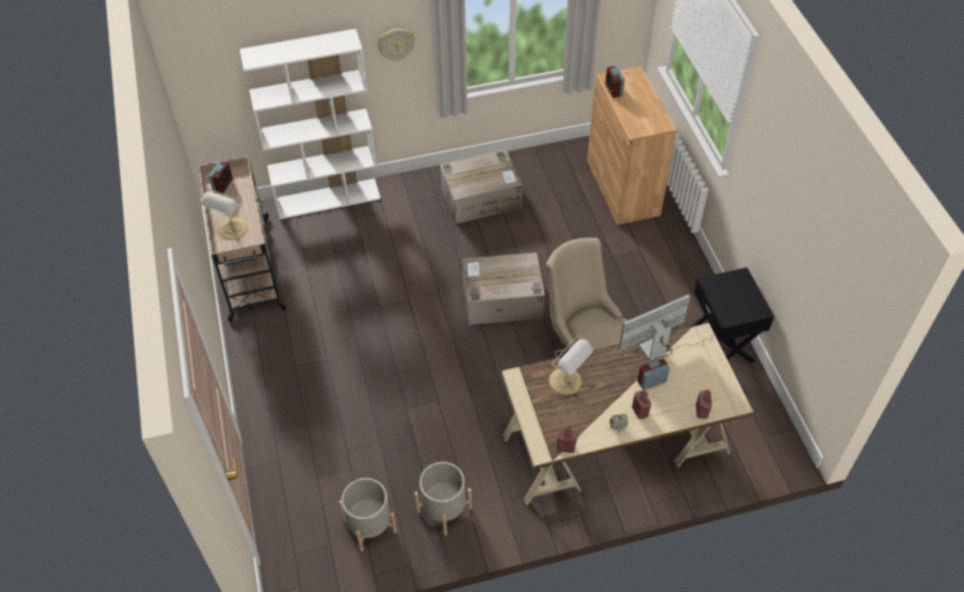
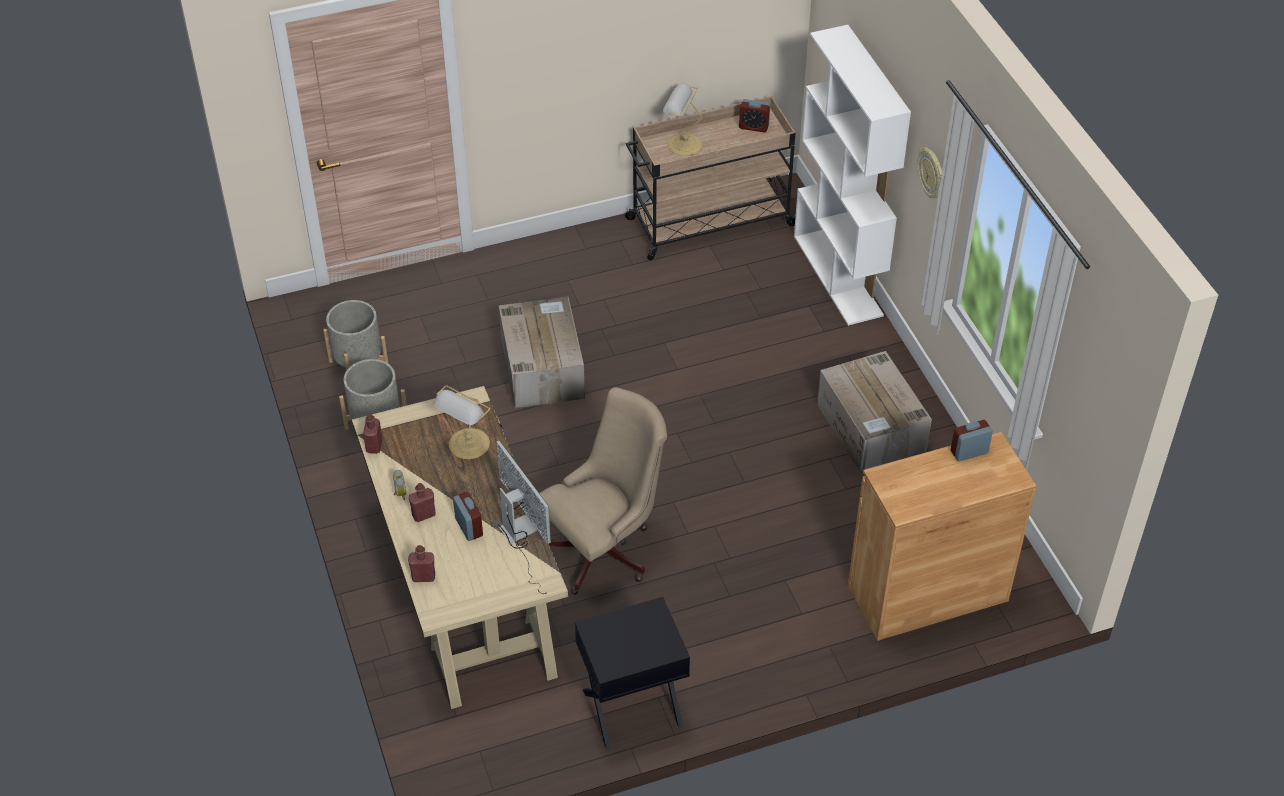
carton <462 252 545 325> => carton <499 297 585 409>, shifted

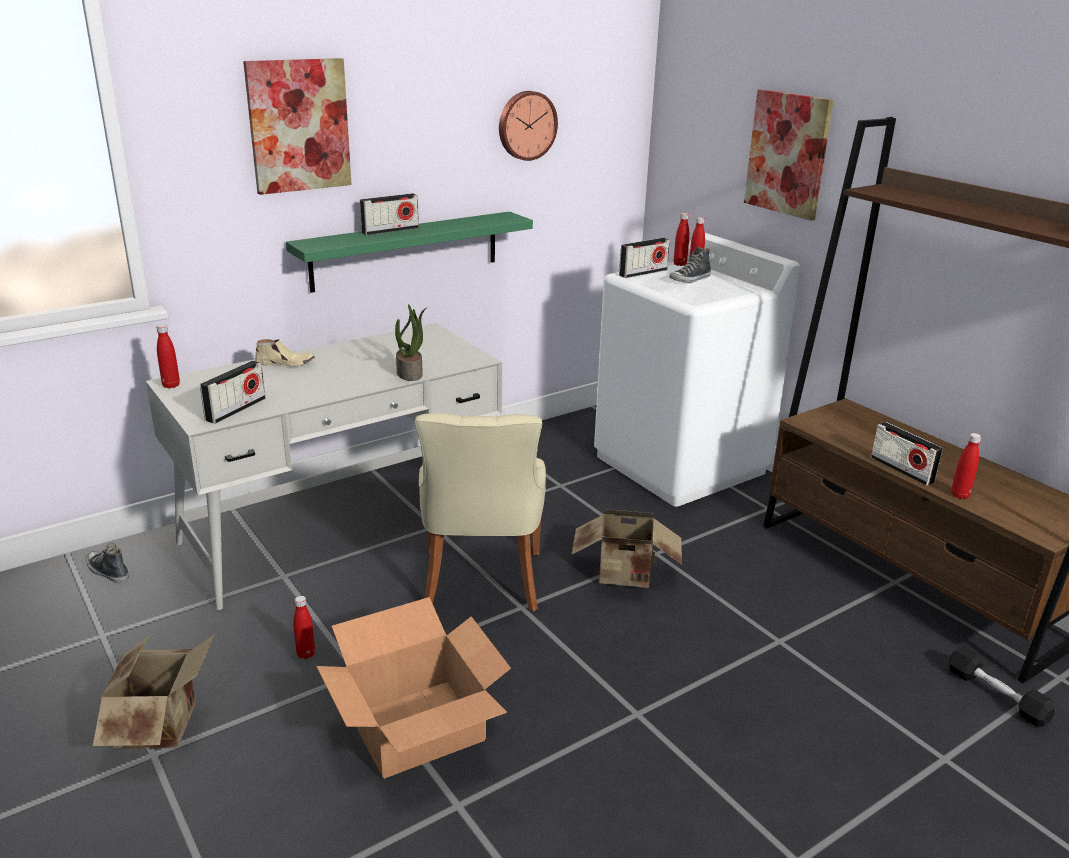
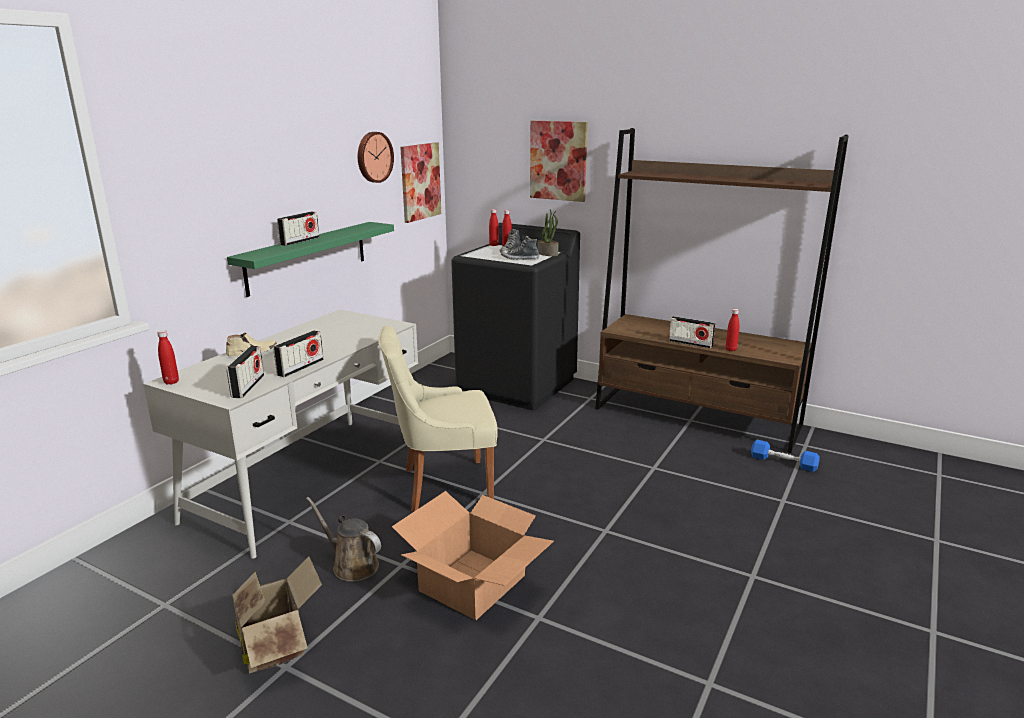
carton <572 509 682 588> => nothing
chaussure <86 543 129 583> => chaussure <501 236 539 260>, shifted
tableau <243 58 352 195> => tableau <400 142 441 223>, shifted
plante en pot <395 304 427 381> => plante en pot <538 209 559 256>, shifted
radio <619 238 670 278> => radio <273 331 324 377>, shifted
bouteille (rouge) <293 596 315 659> => arrosoir (marron) <306 497 381 582>
lave-linge (blanc) <594 233 800 507> => lave-linge (noir) <451 223 580 410>
haltère (noir) <949 646 1055 727> => haltère (bleu) <751 440 820 472>
chaise (beige) <415 413 546 612> => chaise (beige) <378 326 498 512>, 105 degrees clockwise

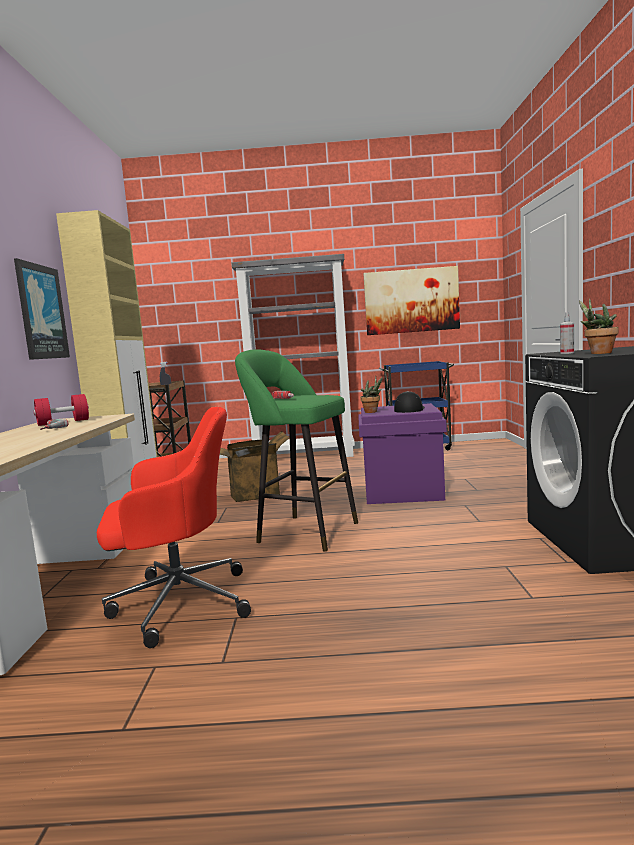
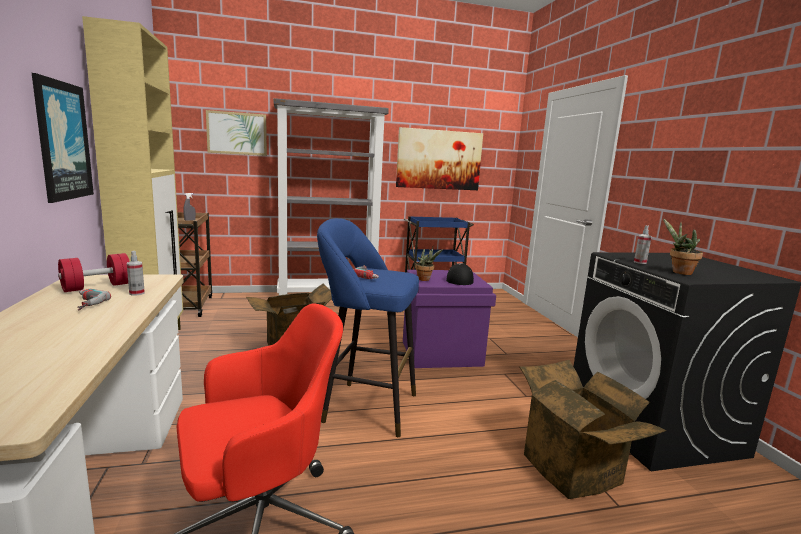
nothing => vaporisateur <127 251 145 295>
nothing => tableau <206 110 267 156>
nothing => carton <519 360 666 499>
tabouret (vert) <235 349 358 552> => tabouret (bleu) <317 218 419 437>

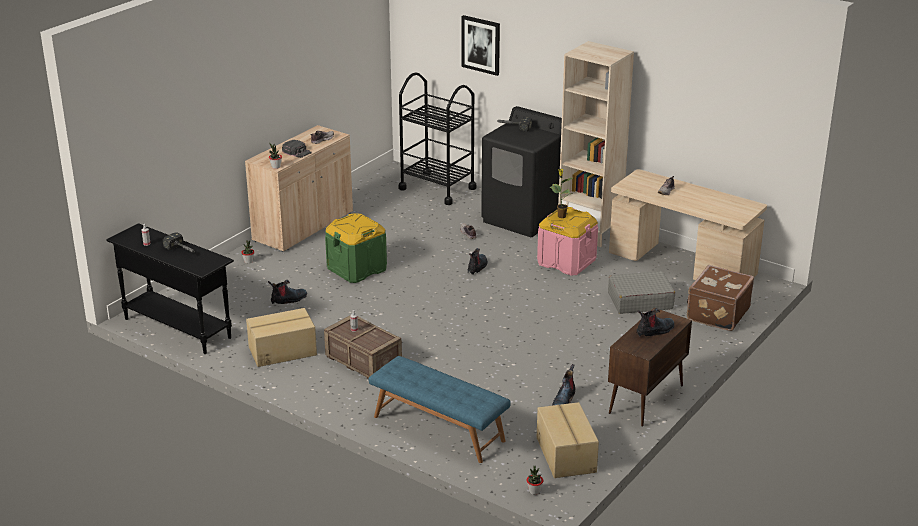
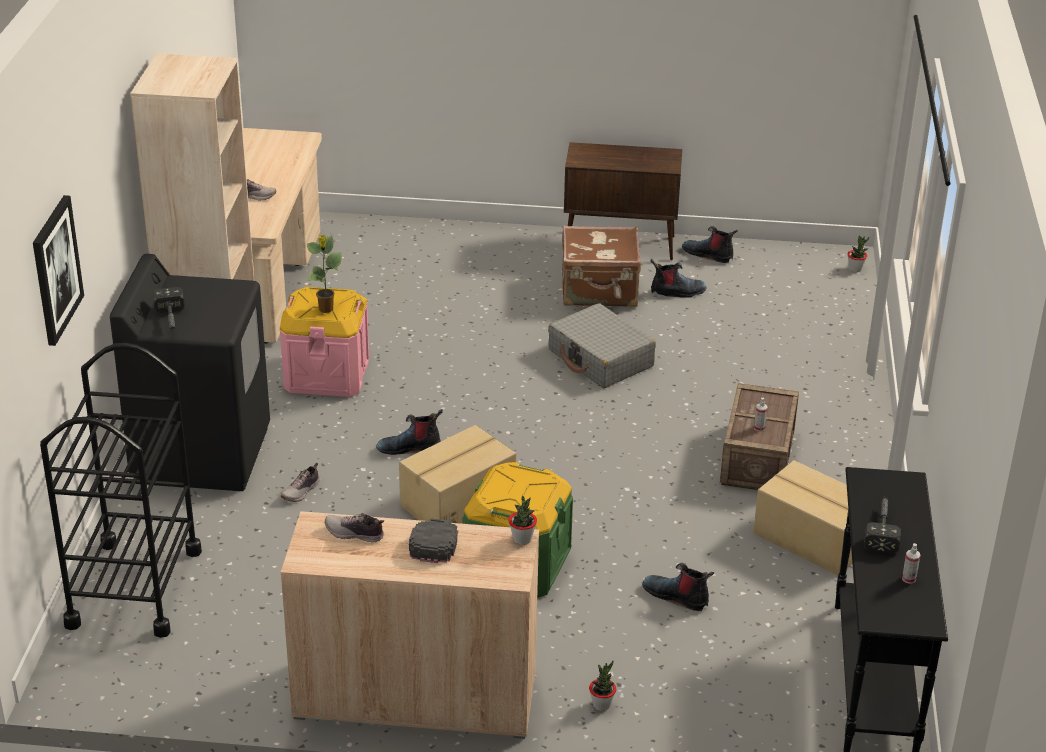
banc (bleu) <368 356 511 463> => nothing
carton <537 402 599 478> => carton <399 425 516 524>, shifted
valise (gris) <608 271 675 314> => valise (gris) <548 303 656 388>, shifted
botte <637 308 675 336> => botte <682 226 738 263>, shifted
valise (marron) <687 265 754 331> => valise (marron) <562 226 641 307>, shifted

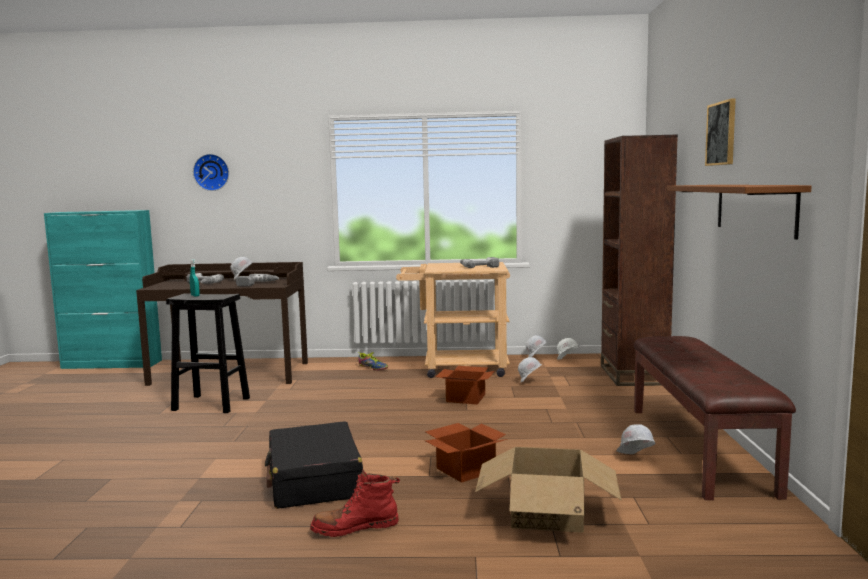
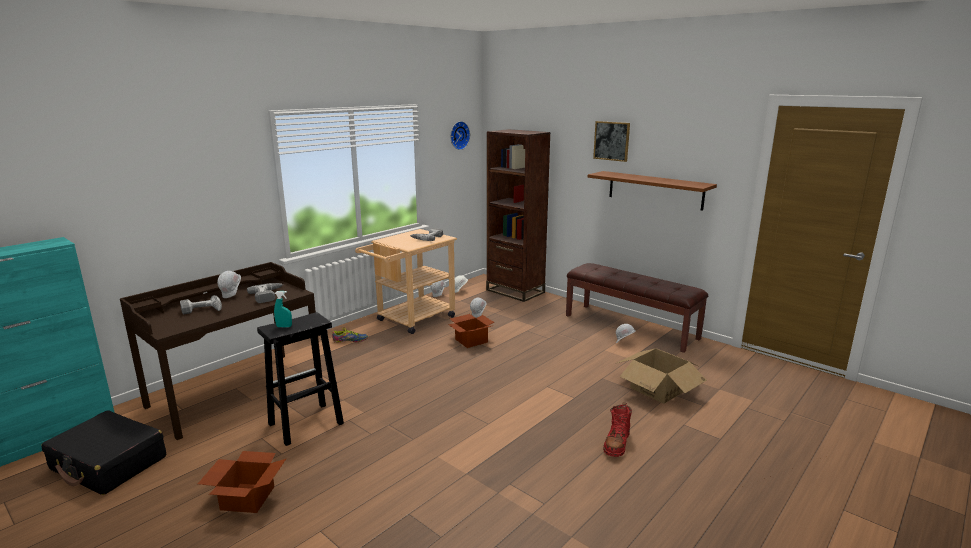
horloge murale <193 154 229 191> => horloge murale <450 121 470 150>, shifted
valise (noir) <265 421 363 509> => valise (noir) <41 410 166 495>, shifted
carton <426 423 507 483> => carton <198 451 287 513>, shifted

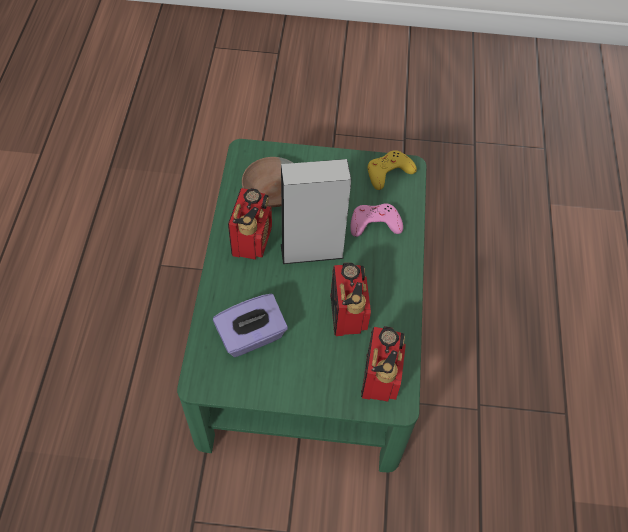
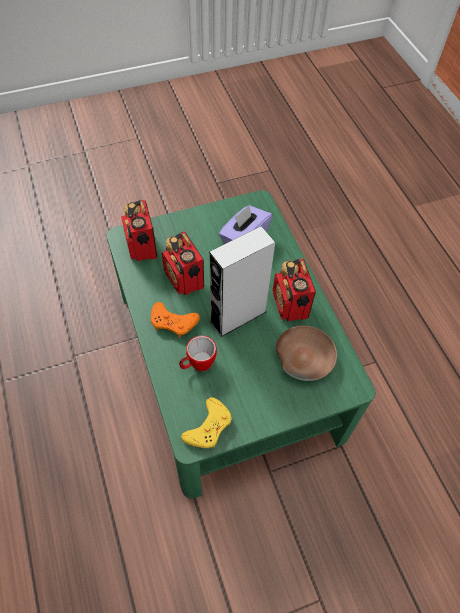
nothing => manette (orange) <151 302 200 338>
manette (rose) <350 204 403 237> => mug <179 336 217 371>

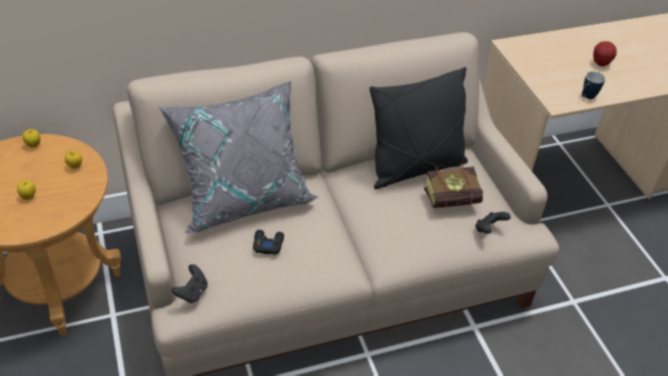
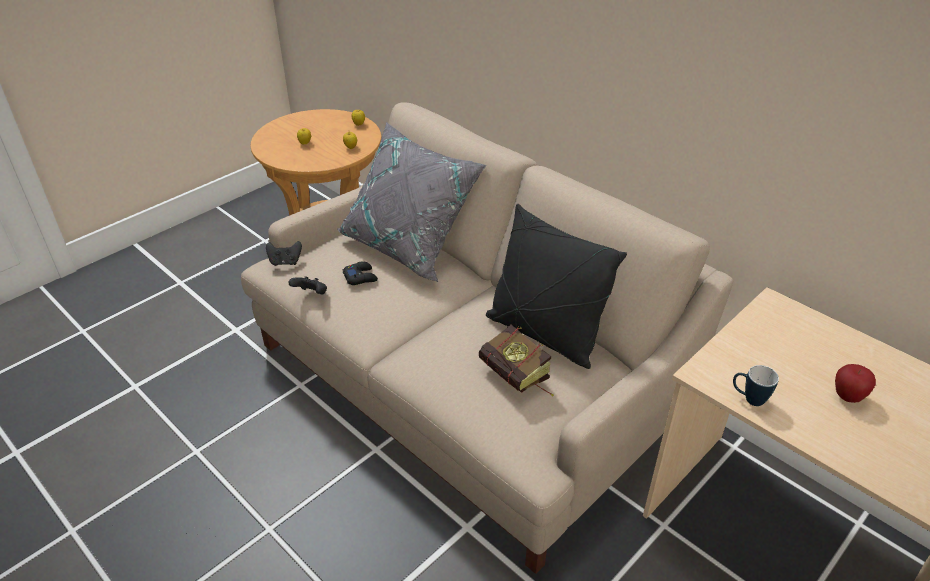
manette (noir) <475 212 511 233> => manette (noir) <289 276 327 295>, shifted

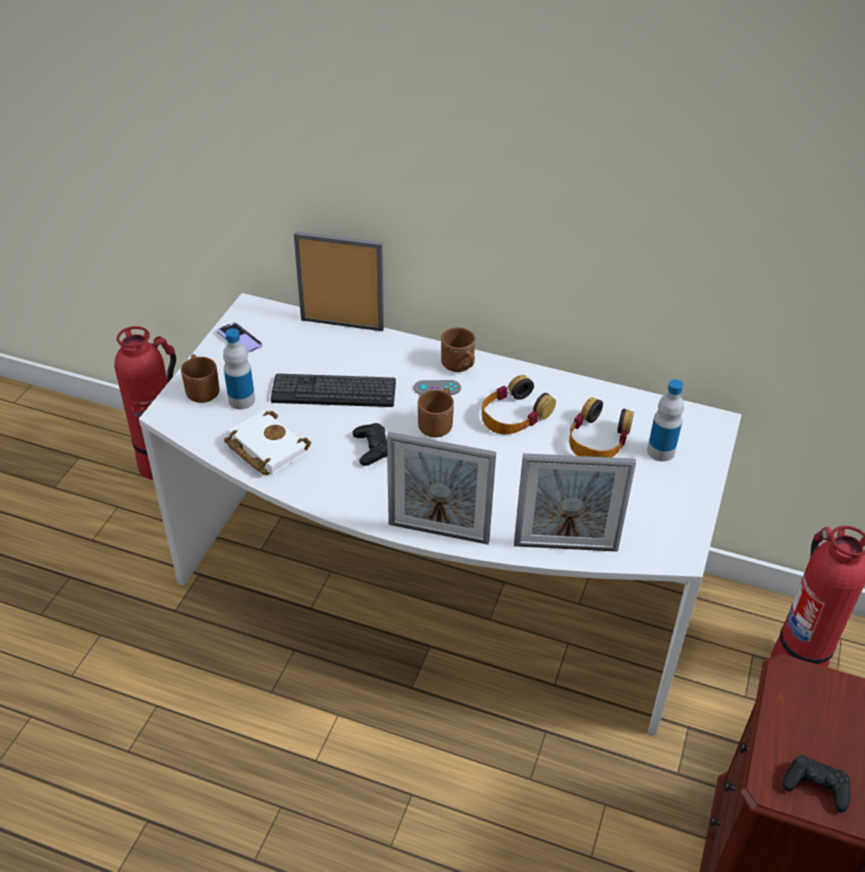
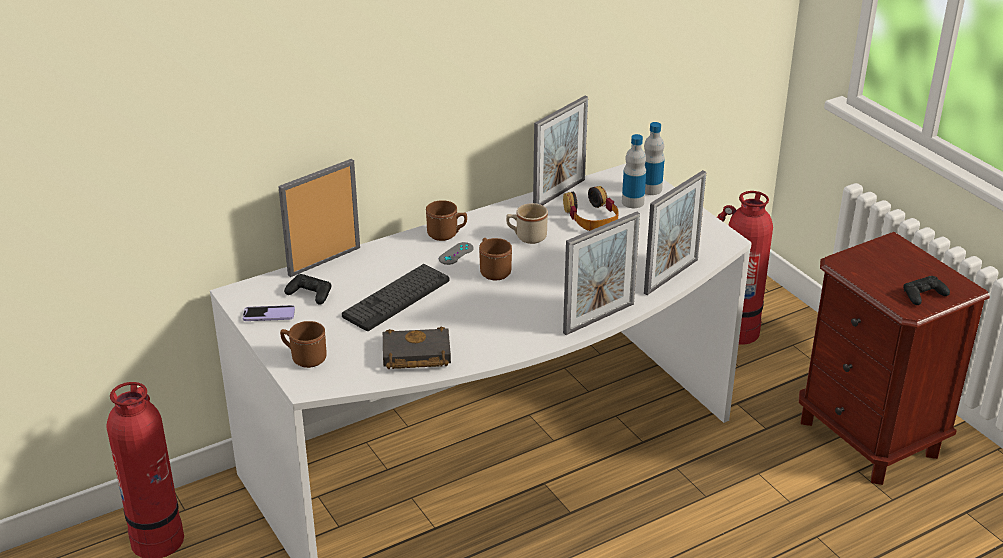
nothing => cadre photo <533 96 588 205>
bouteille <223 328 255 409> => bouteille <644 122 665 195>, shifted
manette (noir) <352 423 387 466> => manette (noir) <284 274 331 305>, shifted
casque audio <482 375 556 435> => mug (beige) <506 203 548 244>
livre (blanc) <224 410 311 475> => livre (noir) <383 327 451 369>

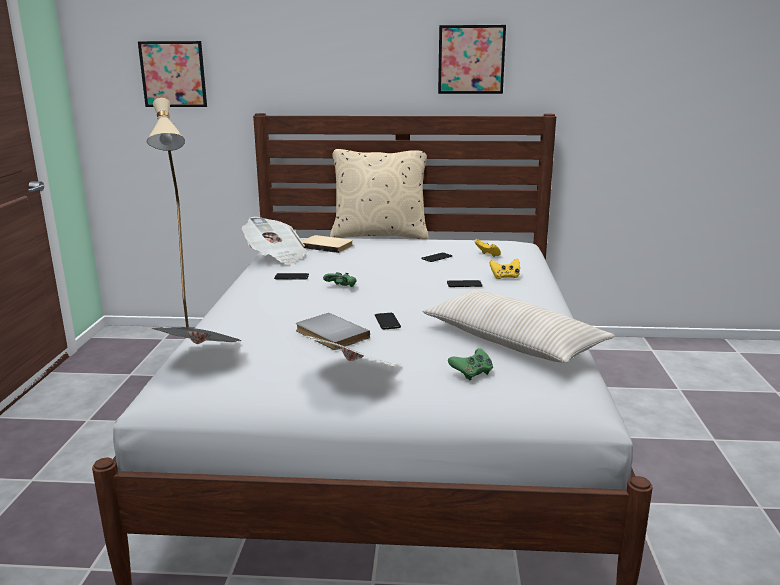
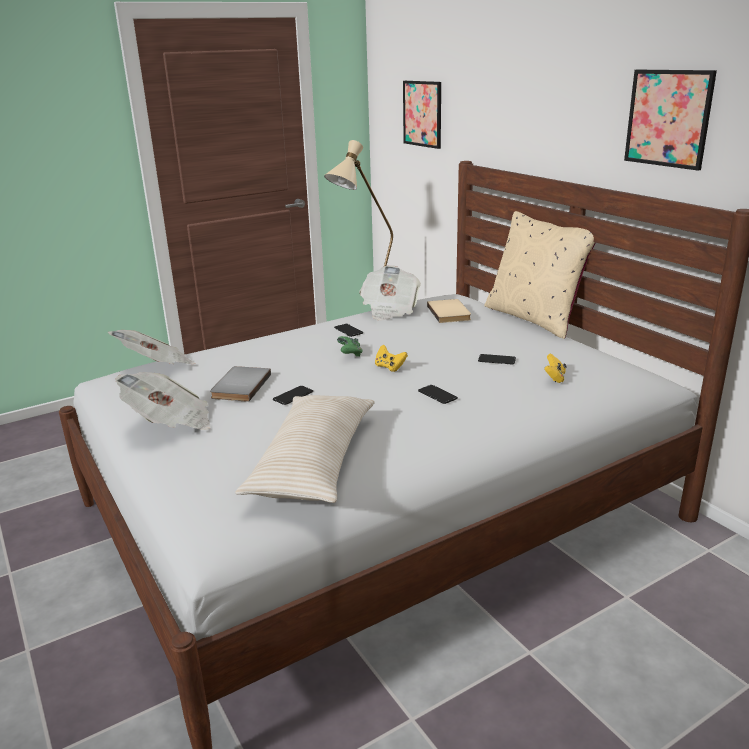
manette (vert) <448 348 493 381> => nothing
manette (jaune) <490 259 520 279> => manette (jaune) <375 344 408 372>, shifted

